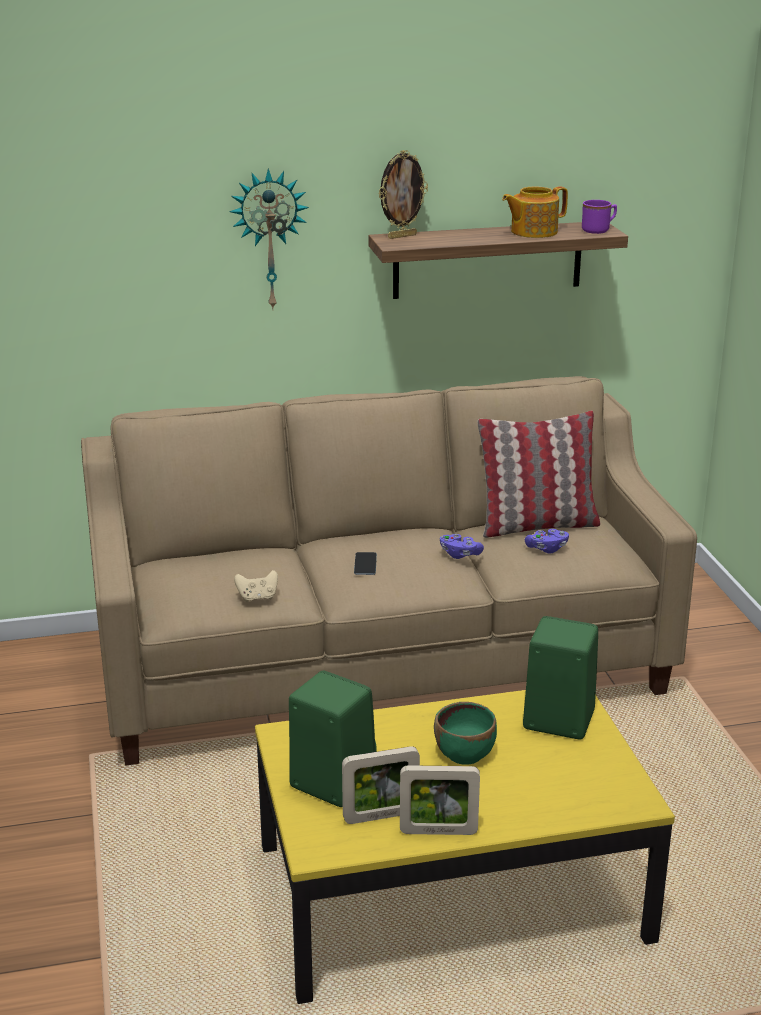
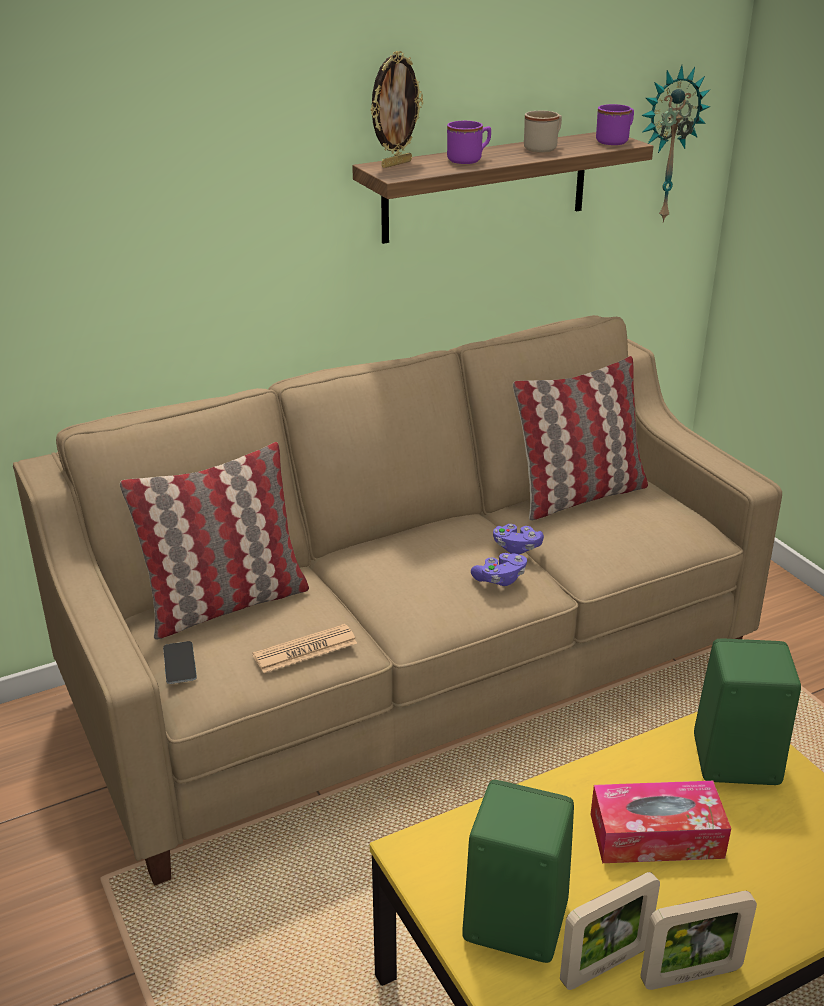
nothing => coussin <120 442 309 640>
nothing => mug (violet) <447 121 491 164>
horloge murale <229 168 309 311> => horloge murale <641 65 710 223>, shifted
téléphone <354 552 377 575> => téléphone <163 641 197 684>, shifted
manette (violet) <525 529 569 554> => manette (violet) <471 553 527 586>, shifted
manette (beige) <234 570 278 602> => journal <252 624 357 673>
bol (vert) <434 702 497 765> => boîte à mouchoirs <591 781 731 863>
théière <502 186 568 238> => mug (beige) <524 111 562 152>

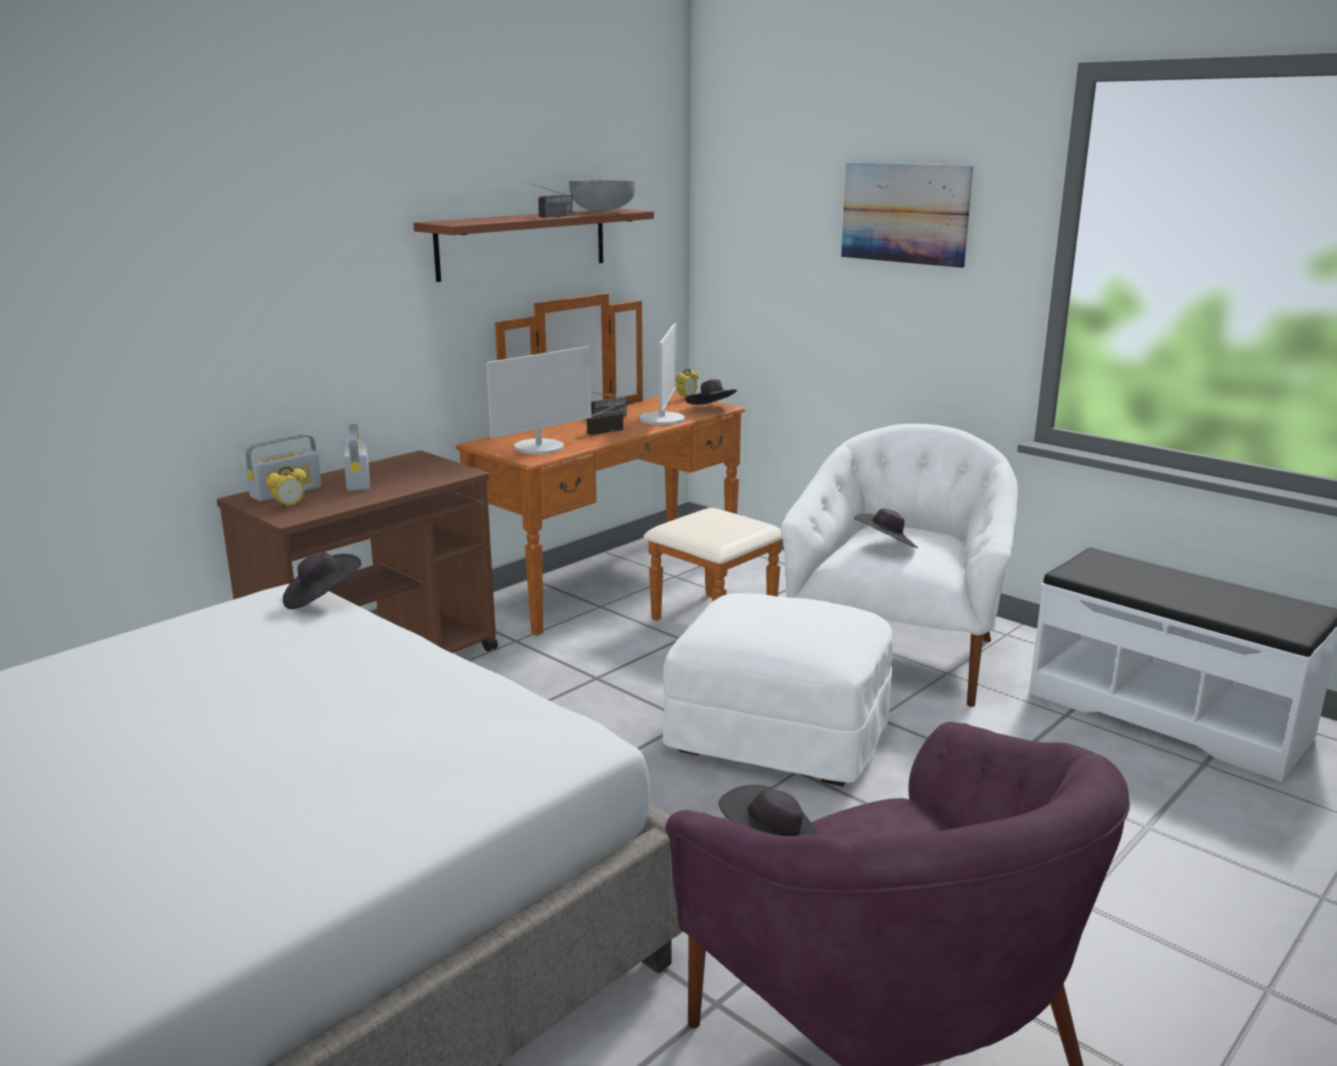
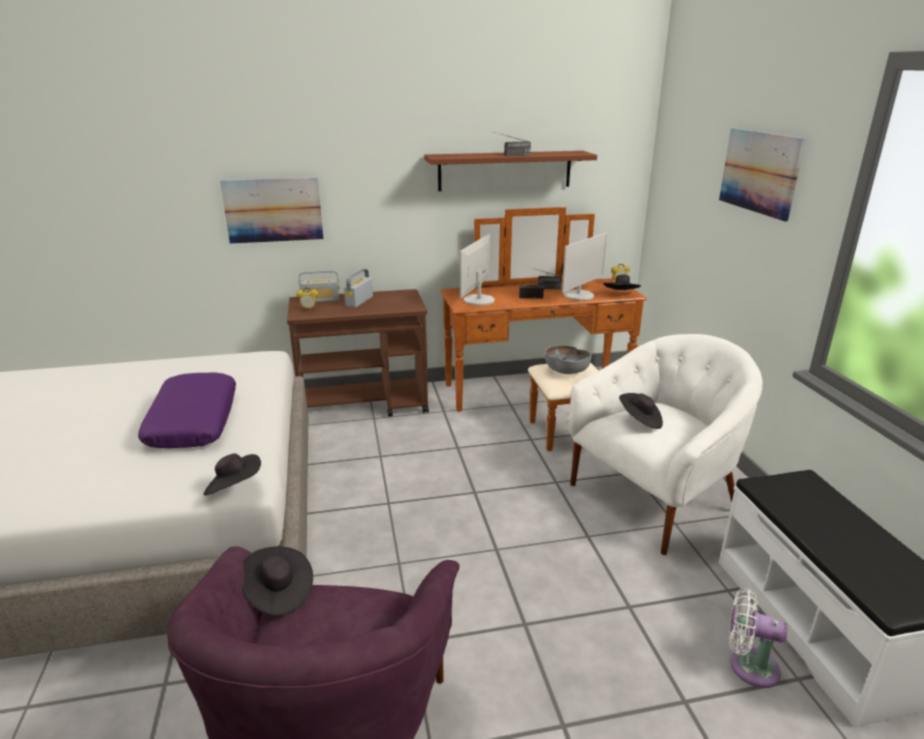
pouf (blanc) <663 593 893 787> => nothing
nothing => coussin (violet) <138 373 236 448>
nothing => tableau <220 177 323 244>
nothing => ventilateur (blanc) <729 588 788 688>
chapeau (noir) <283 551 361 609> => chapeau (noir) <203 454 261 496>, shifted
bol (gris) <569 180 635 212> => bol (gris) <545 345 591 374>, shifted
écran d'ordinateur <486 346 592 455> => écran d'ordinateur <460 234 495 306>, 120 degrees clockwise

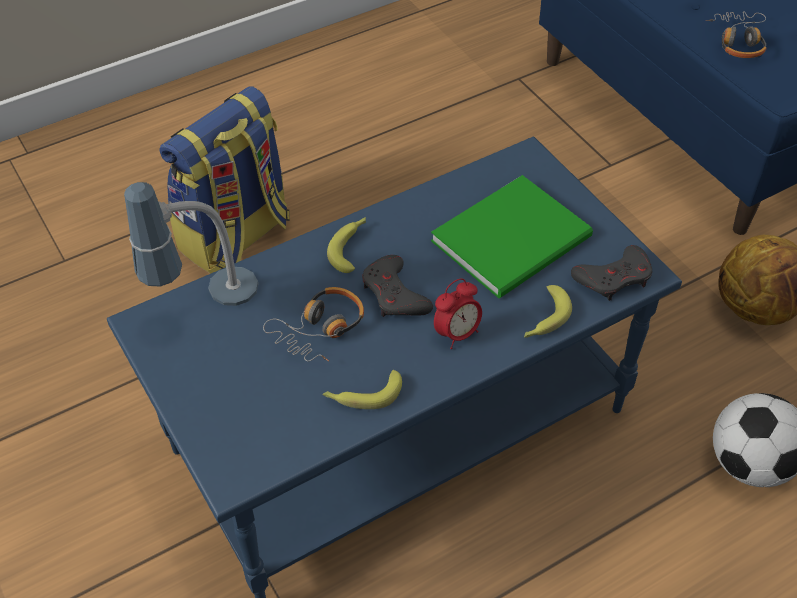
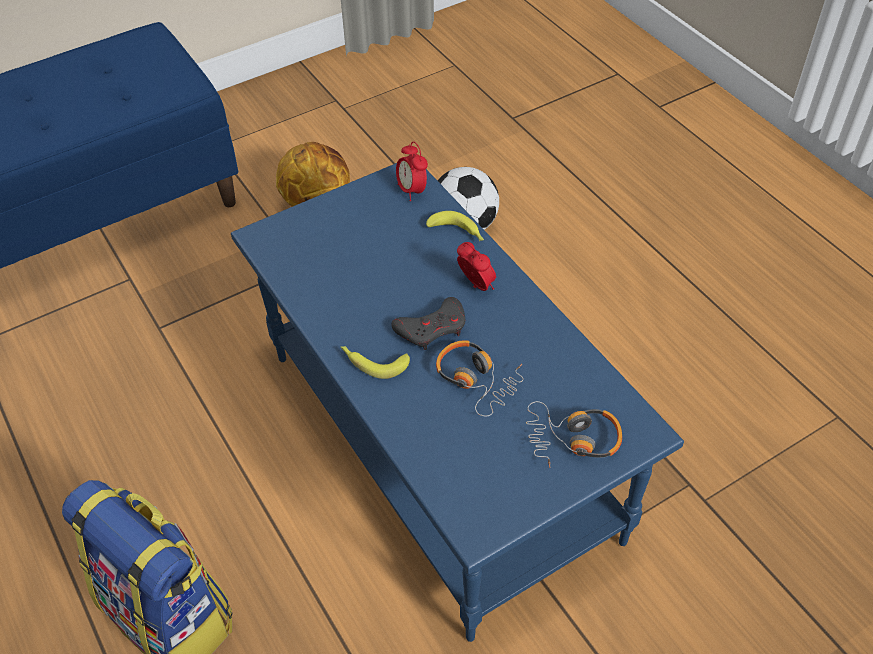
lampe de table <124 182 258 306> => nothing
banane <322 370 402 409> => nothing
livre (vert) <431 175 593 298> => nothing
casque audio <706 11 766 58> => casque audio <526 401 622 468>, shifted
manette (gris) <571 245 652 301> => réveil <396 142 428 201>

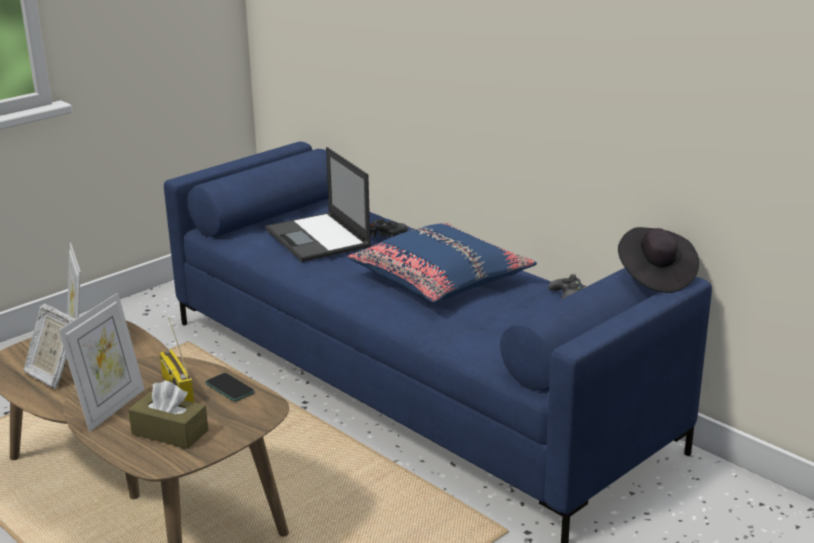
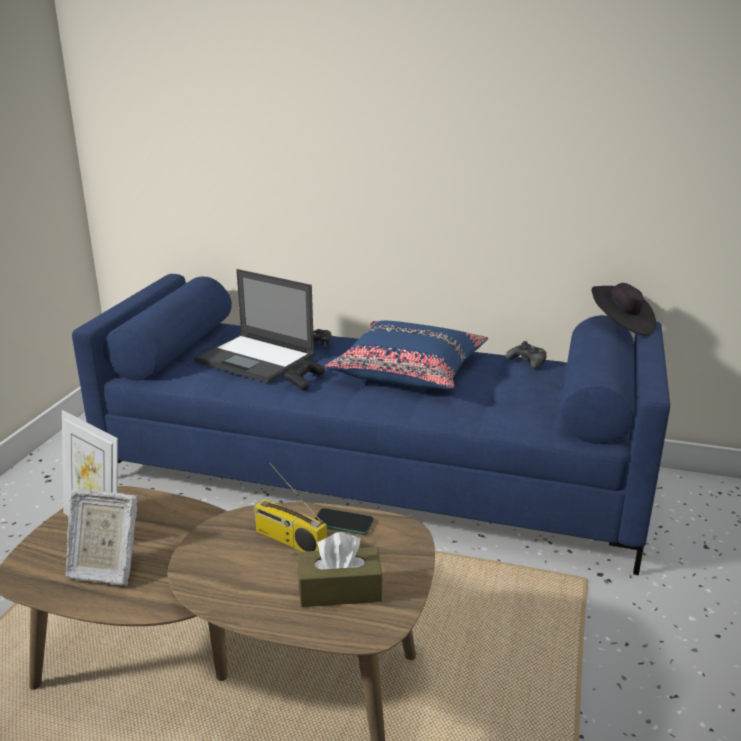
cadre photo <59 293 145 432> => nothing
nothing => manette (noir) <284 360 325 391>

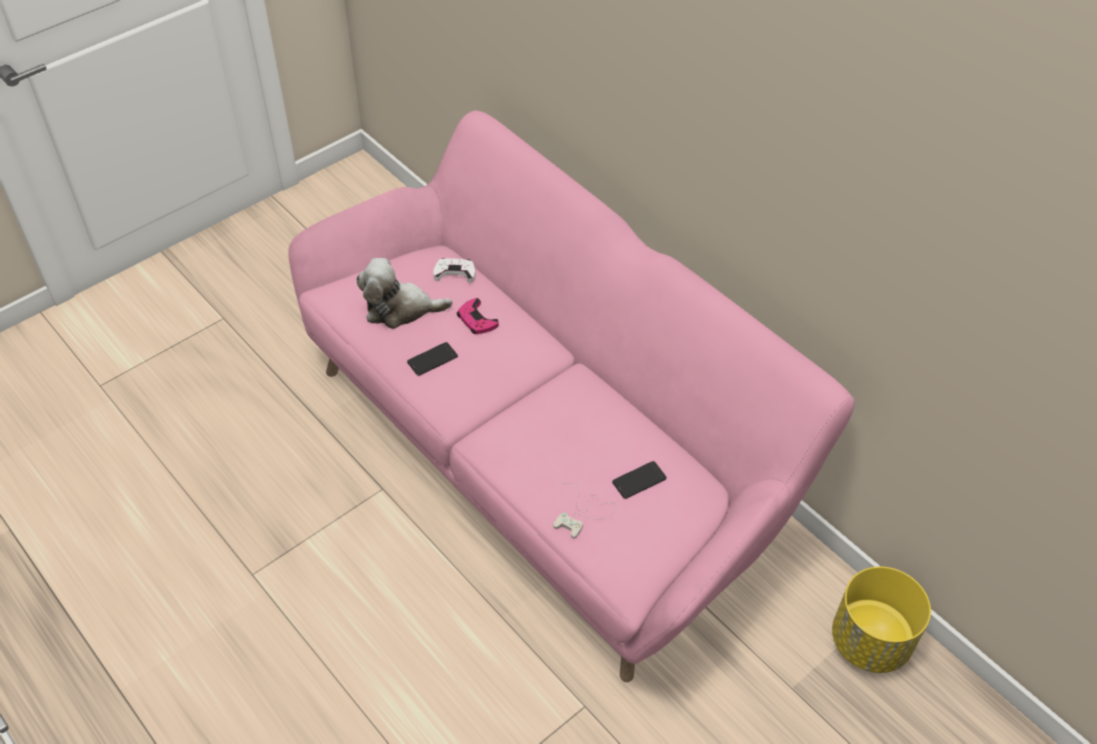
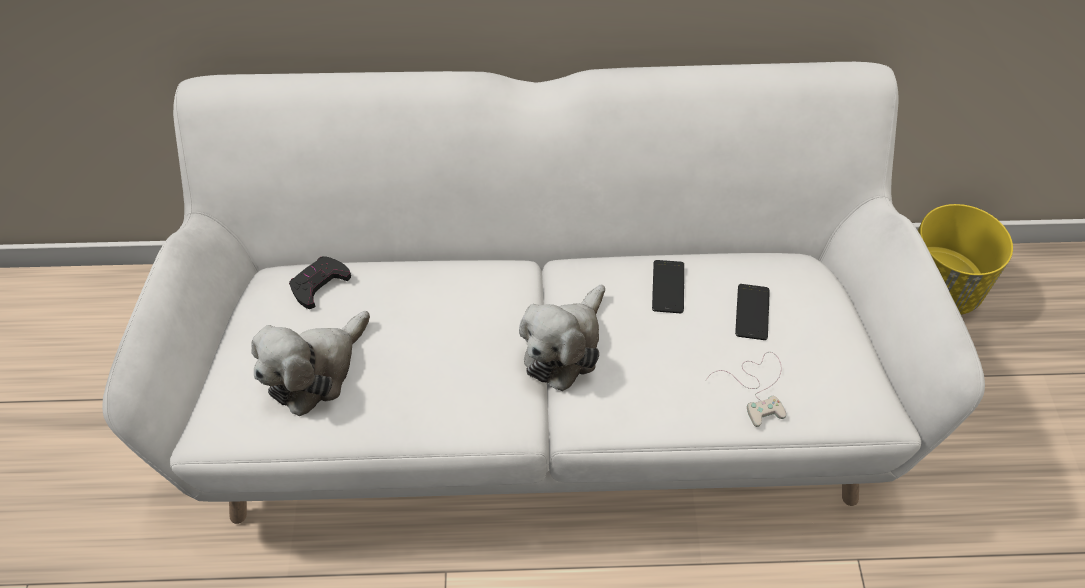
manette (rose) <457 298 499 334> => nothing
nothing => peluche <519 284 605 391>
téléphone <407 342 458 376> => téléphone <652 260 684 313>, shifted
canapé (rose) <288 111 855 682> => canapé (blanc) <102 62 985 524>
manette (blanc) <433 258 475 283> => manette (noir) <289 256 351 309>

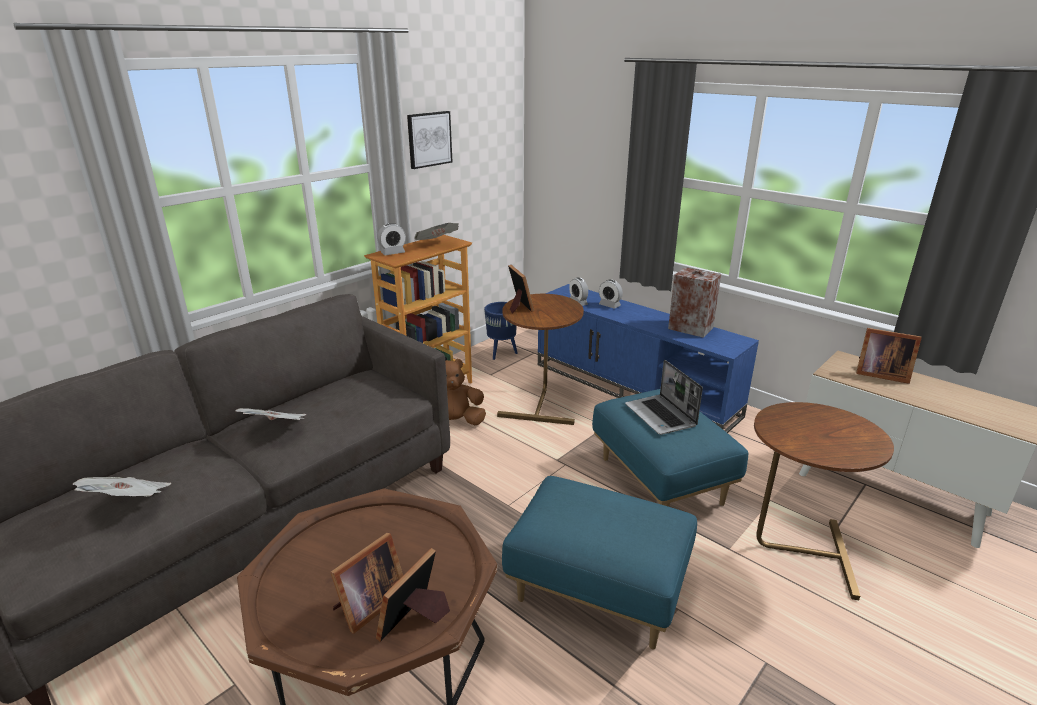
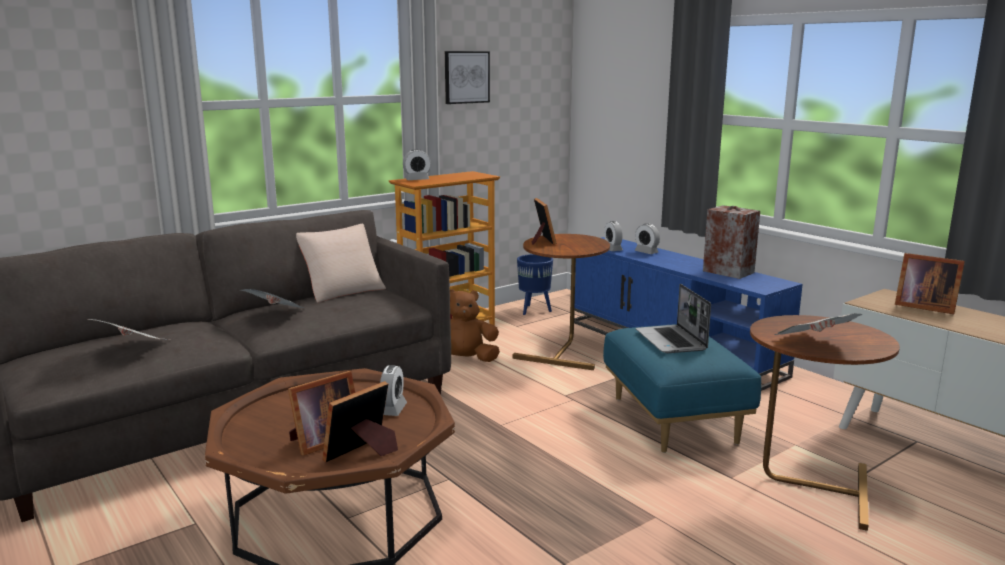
pouf (bleu) <502 476 697 649> => nothing
nothing => coussin (beige) <296 224 386 303>
nothing => réveil <380 365 407 416>
journal <414 223 459 240> => journal <774 313 862 335>, shifted

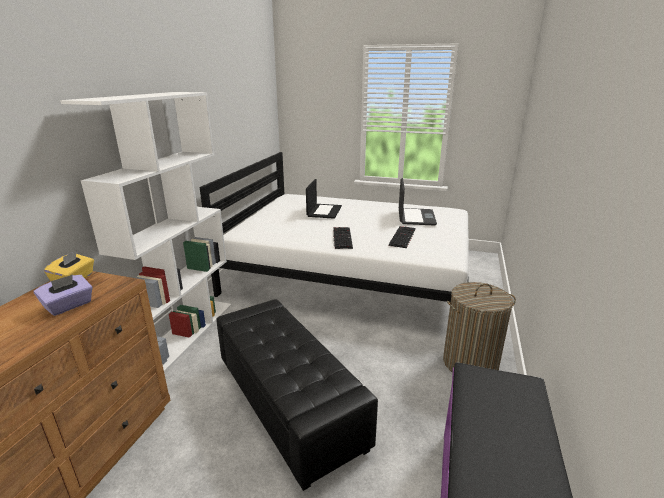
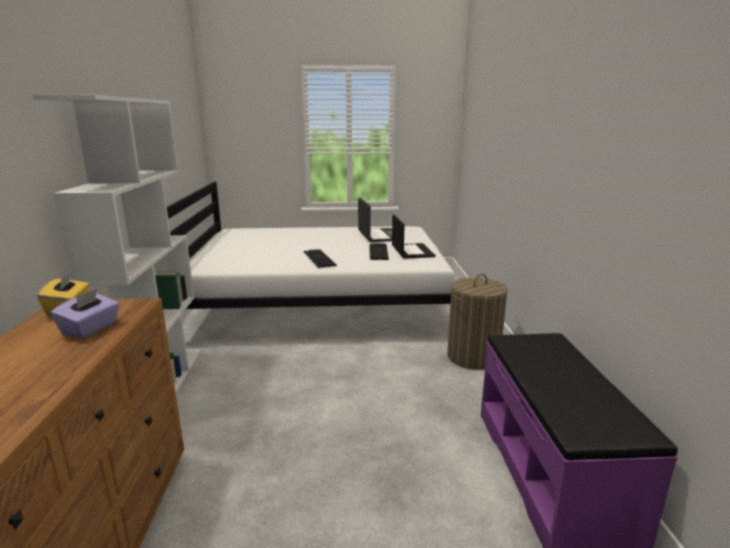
pouf (noir) <216 299 378 491> => nothing
ordinateur portable <306 179 342 219> => ordinateur portable <392 215 436 259>, shifted

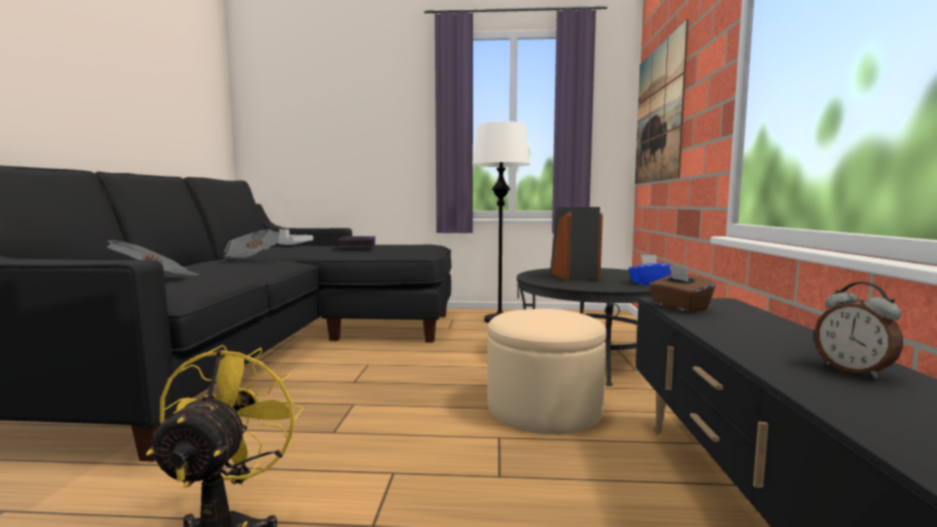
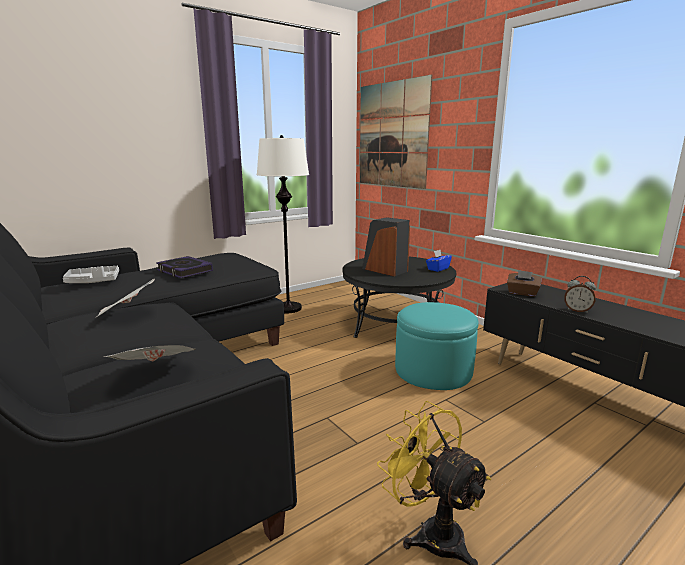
réveil <815 282 903 379> => réveil <564 276 596 313>, shifted
pouf (beige) <487 309 607 434> => pouf (turquoise) <395 302 479 390>

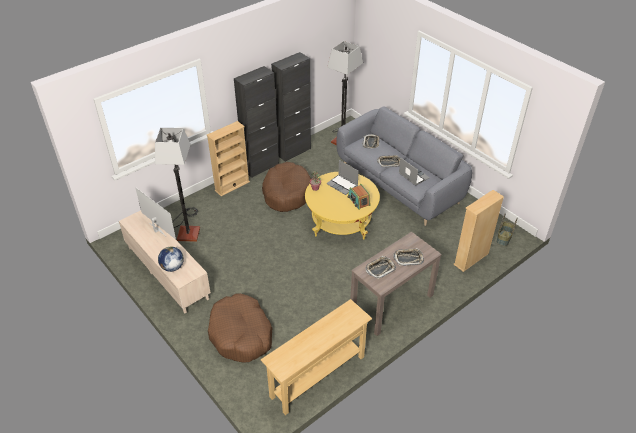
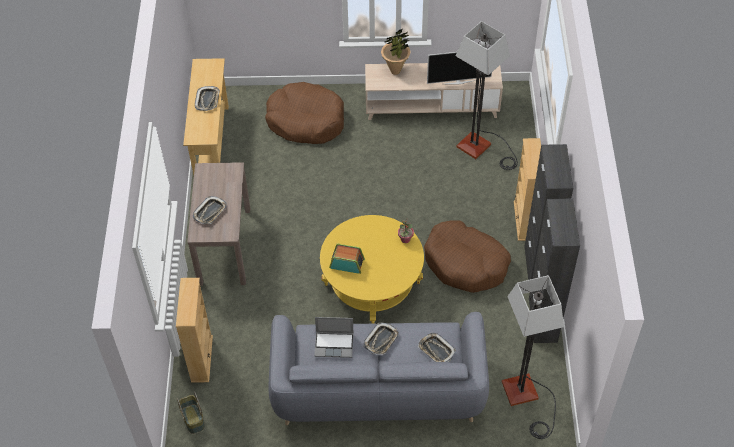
ordinateur portable <327 160 359 195> => nothing
plateau <365 256 396 279> => plateau <195 86 220 111>, shifted
globe <158 247 184 272> => plante en pot <381 29 410 75>

